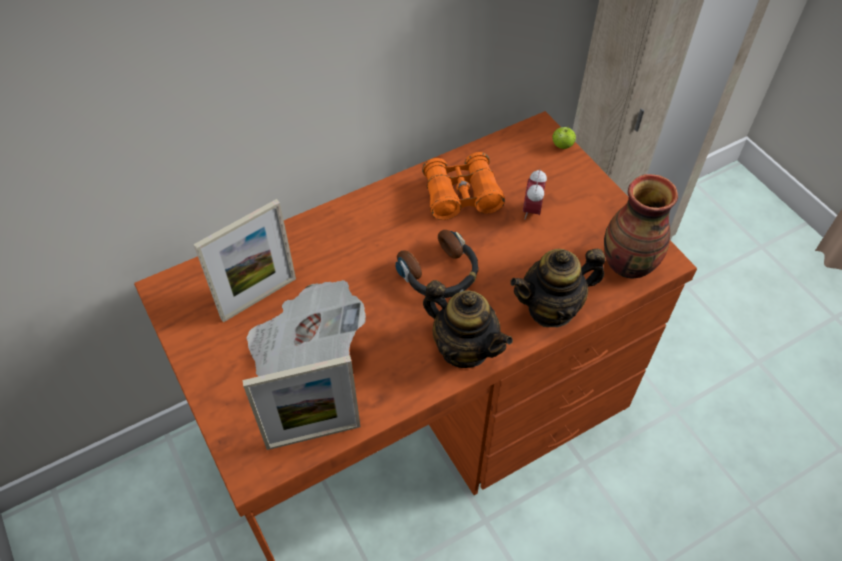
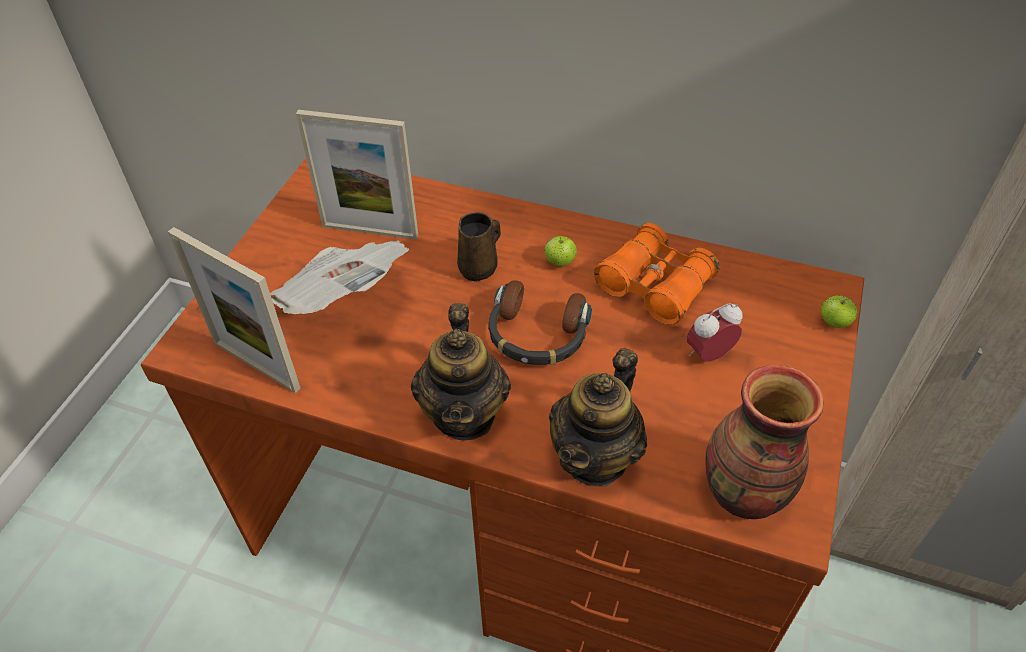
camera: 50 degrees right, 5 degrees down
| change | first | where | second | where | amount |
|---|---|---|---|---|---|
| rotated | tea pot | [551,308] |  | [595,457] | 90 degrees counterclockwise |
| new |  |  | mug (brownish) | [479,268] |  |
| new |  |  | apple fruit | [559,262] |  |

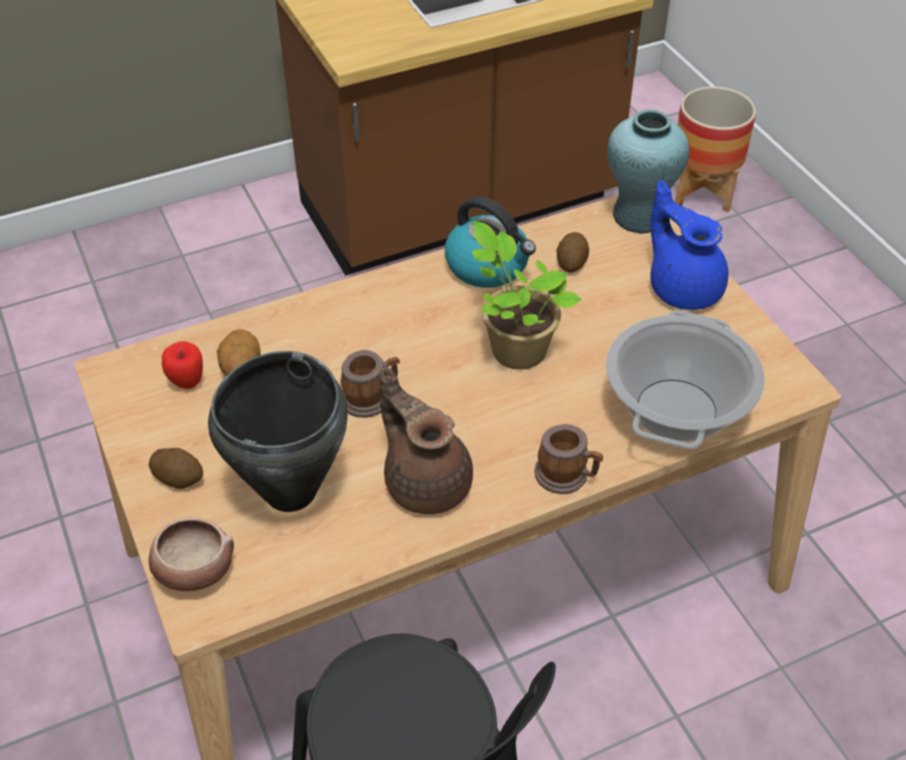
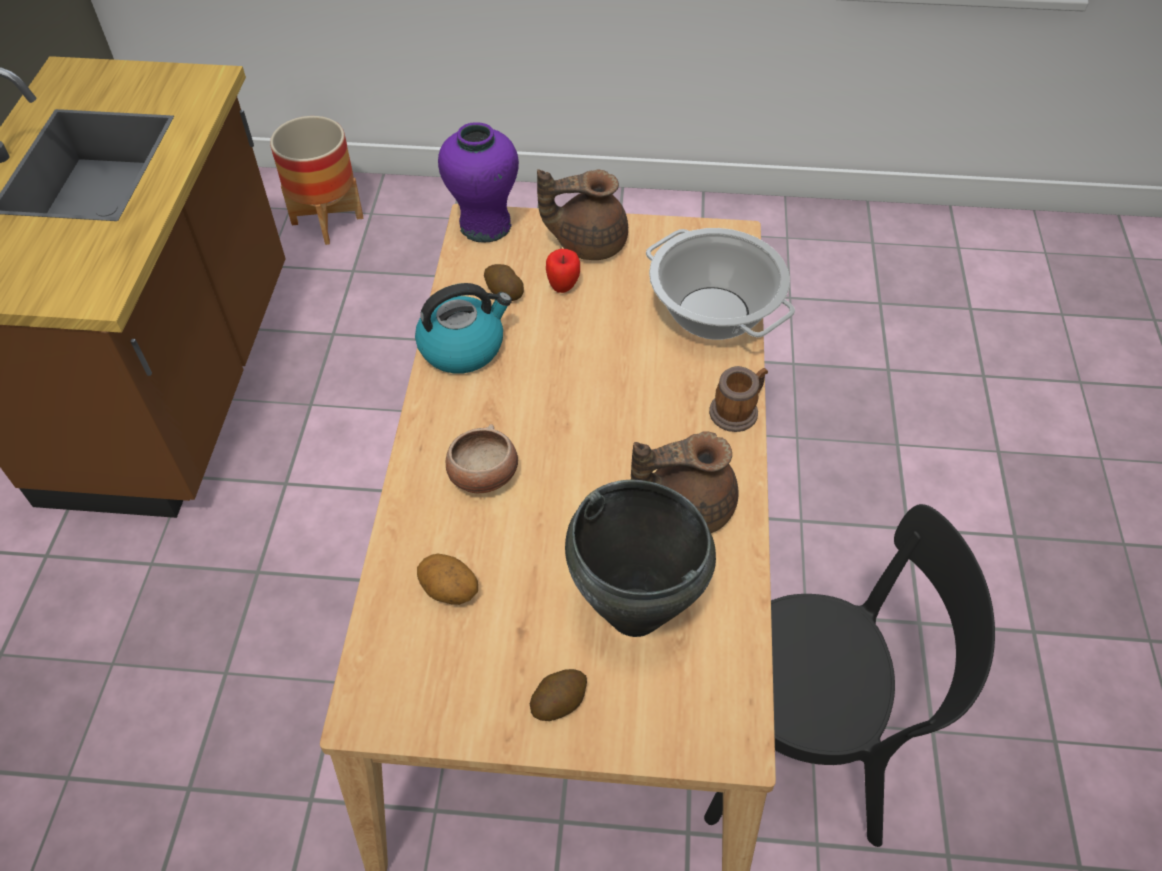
camera: 60 degrees left, 5 degrees up
| change | first | where | second | where | amount |
|---|---|---|---|---|---|
| shifted | bowl | [193,571] |  | [483,476] |  |
| shifted | apple fruit | [187,383] |  | [563,287] |  |
| gone | mug | [370,397] |  |  |  |
| gone | potted plant | [515,348] |  |  |  |
| repainted | decorative vase (turquoise-coloured) | [639,216] | decorative vase (purple-coloured) | [485,225] |  |
| repainted | tea pot (blue-coloured) | [683,287] | tea pot (brownish) | [587,242] |  |

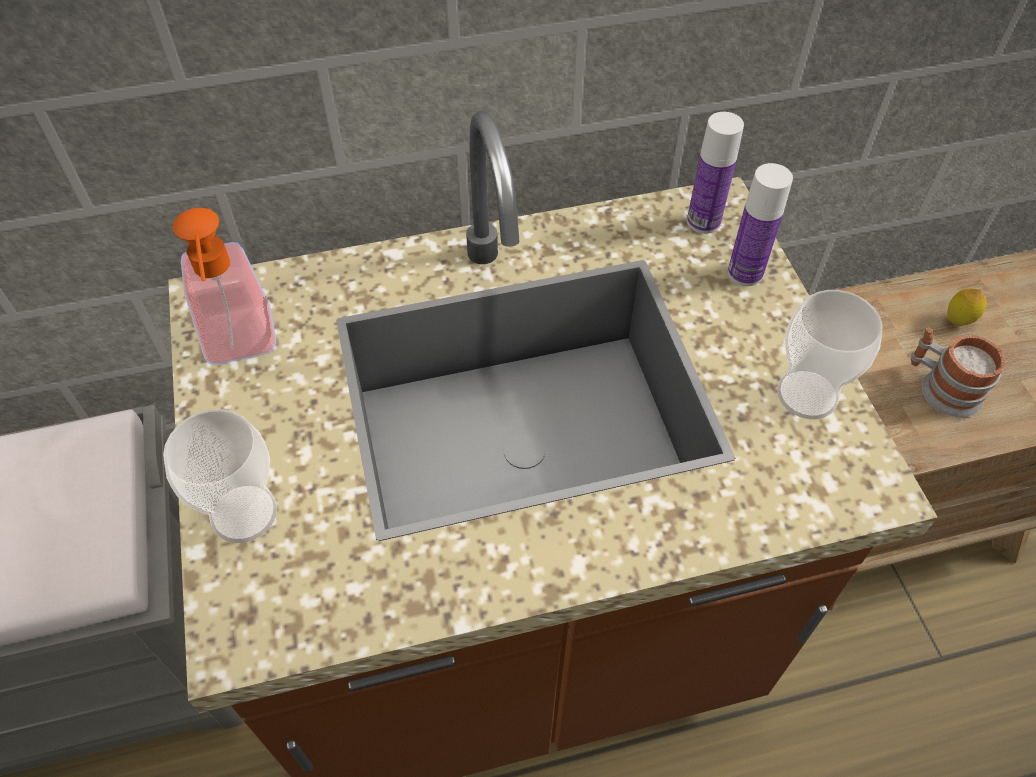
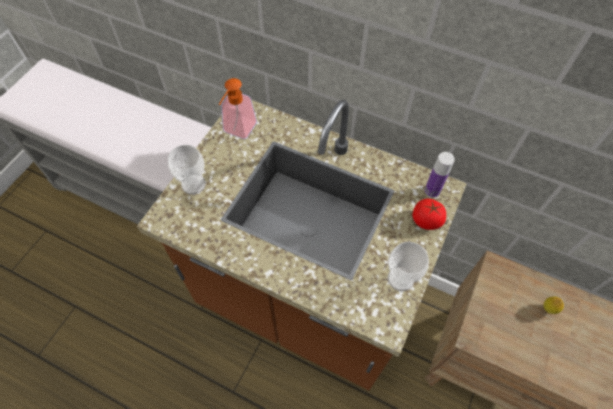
camera: 40 degrees right, 5 degrees up
| change | first | where | second | where | amount |
|---|---|---|---|---|---|
| swapped | bottle | [745,273] | fresh tomato | [426,220] |  |
| gone | mug | [941,387] |  |  |  |

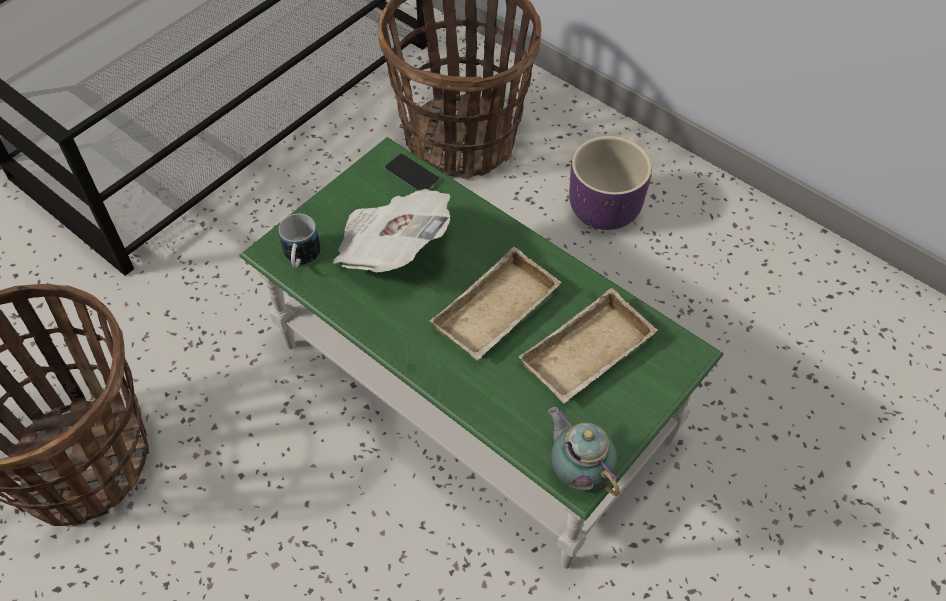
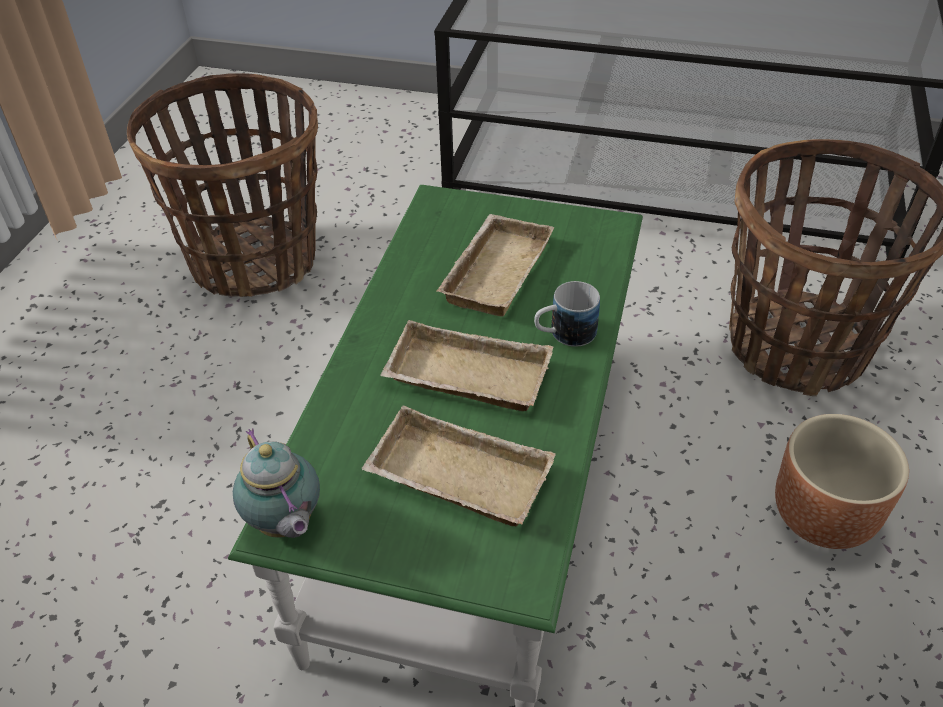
camera: 65 degrees right, 10 degrees down
| change | first | where | second | where | amount |
|---|---|---|---|---|---|
| shifted | mug | [301,258] |  | [564,334] |  |
| swapped | daily paper | [392,249] | carrying tray (beige-coloured) | [494,270] |  |
| gone | handset | [412,175] |  |  |  |
| rotated | tea pot | [578,471] |  | [285,525] | 120 degrees clockwise |
| repainted | plant pot (purple-coloured) | [604,209] | plant pot (brownish) | [823,517] |  |

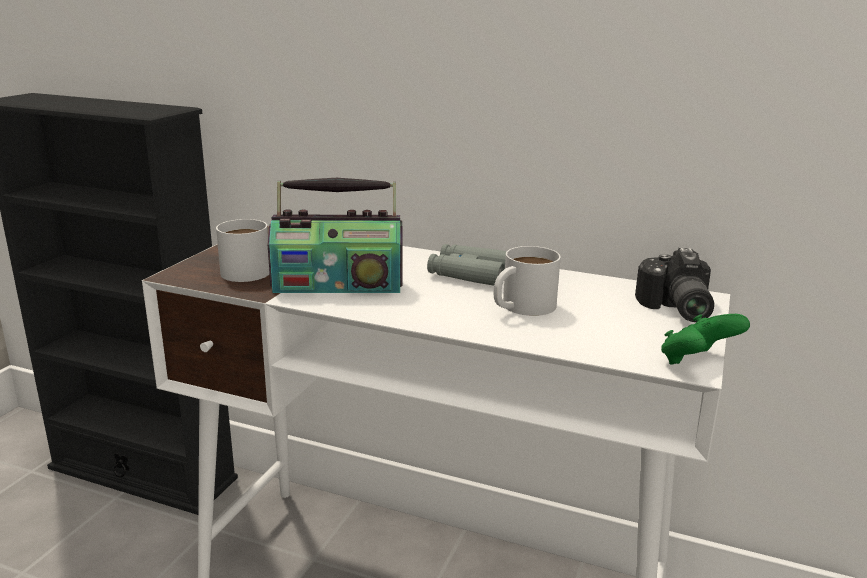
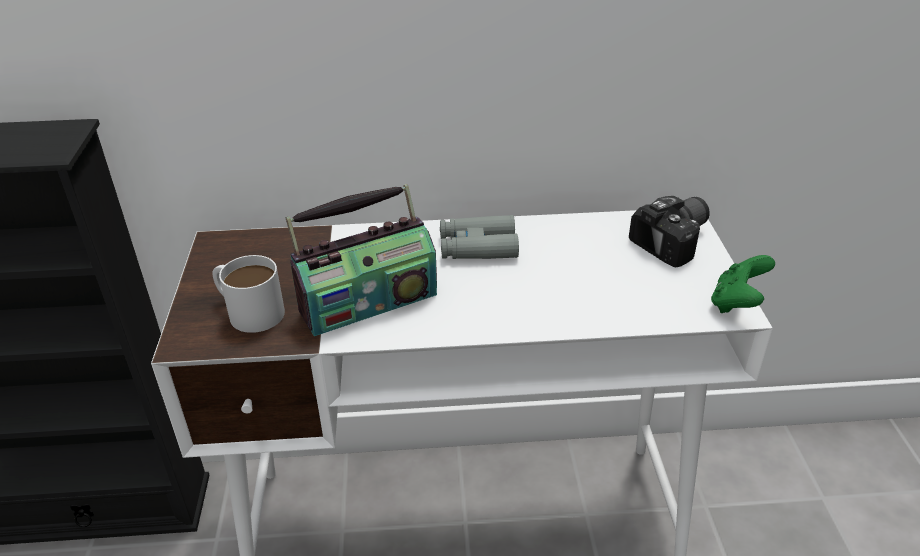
camera: 25 degrees left, 15 degrees up
| change | first | where | second | where | amount |
|---|---|---|---|---|---|
| gone | mug (white-coloured) | [521,307] |  |  |  |
| rotated | still camera | [674,309] |  | [676,241] | 105 degrees counterclockwise |

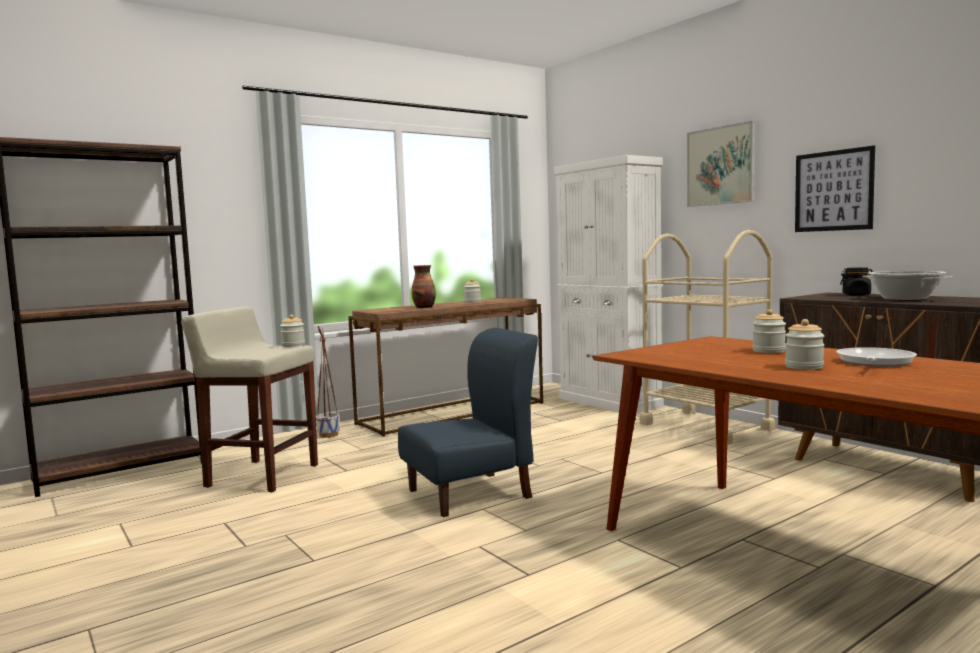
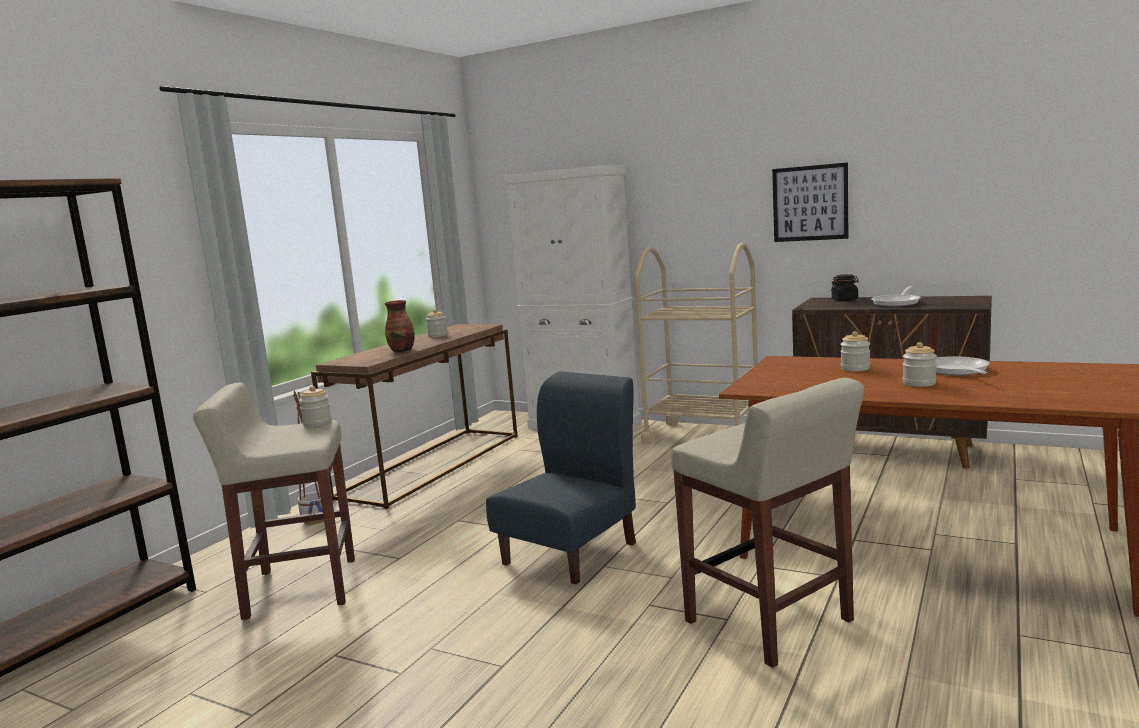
camera: 25 degrees left, 5 degrees up
| change | first | where | second | where | amount |
|---|---|---|---|---|---|
| gone | wall picture | [720,166] |  |  |  |
| swapped | saucepot | [905,299] | pan | [897,303] |  |
| new |  |  | stool seat (beige-coloured) | [770,622] |  |

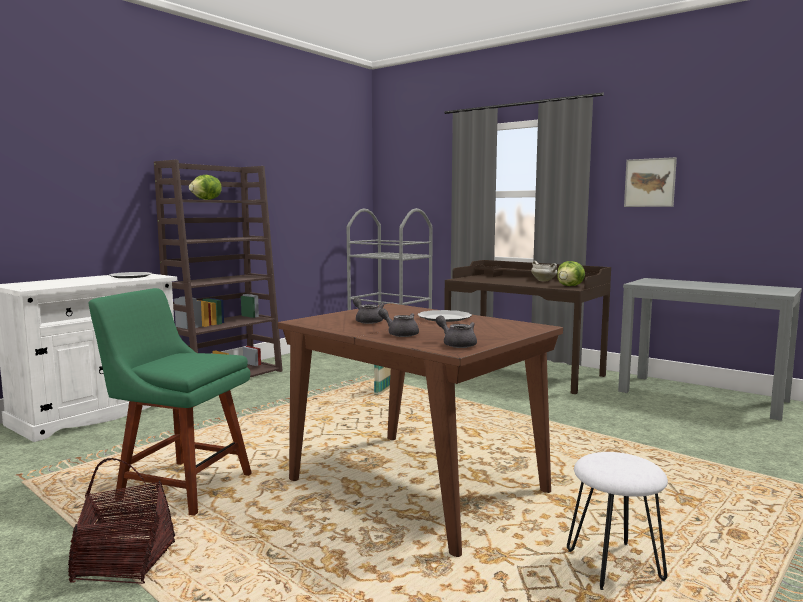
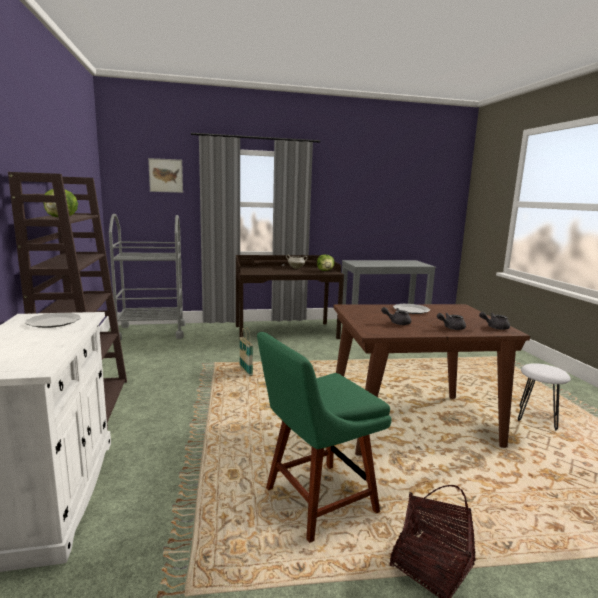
camera: 50 degrees left, 5 degrees up
| change | first | where | second | where | amount |
|---|---|---|---|---|---|
| shifted | wall picture | [649,182] |  | [166,175] |  |

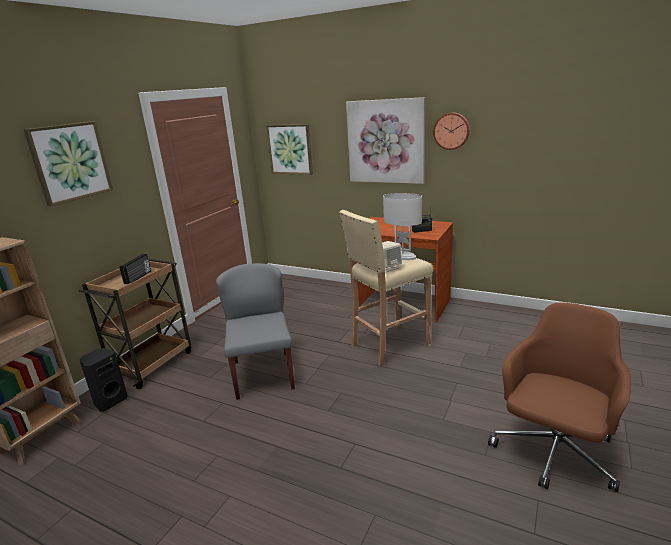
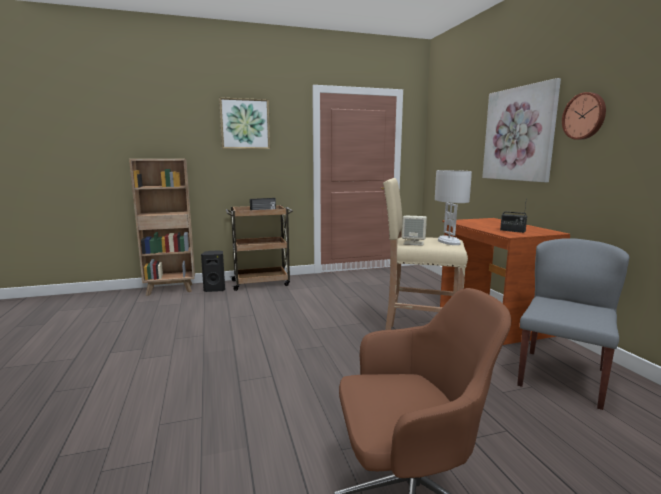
camera: 45 degrees right, 10 degrees down
| change | first | where | second | where | amount |
|---|---|---|---|---|---|
| shifted | upright chair (gray) | [263,374] |  | [562,377] |  |
| gone | wall picture | [290,149] |  |  |  |

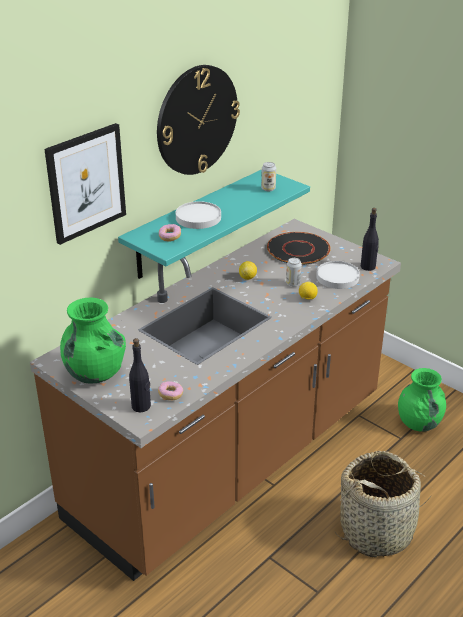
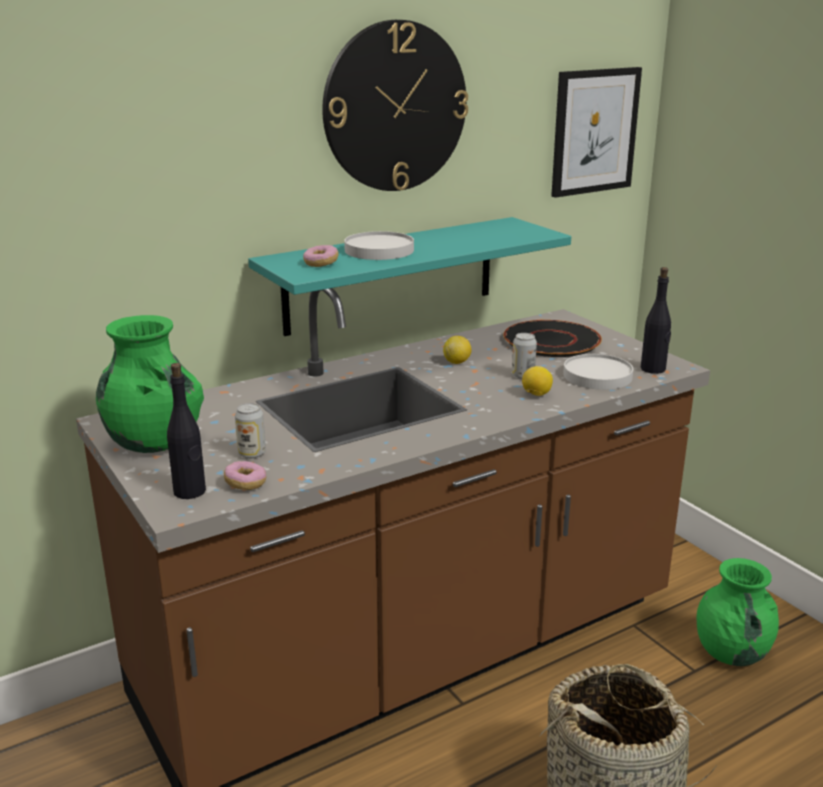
camera: 15 degrees right, 10 degrees down
| change | first | where | second | where | amount |
|---|---|---|---|---|---|
| shifted | wall picture | [86,183] |  | [594,131] |  |
| shifted | metal can | [268,189] |  | [252,454] |  |

